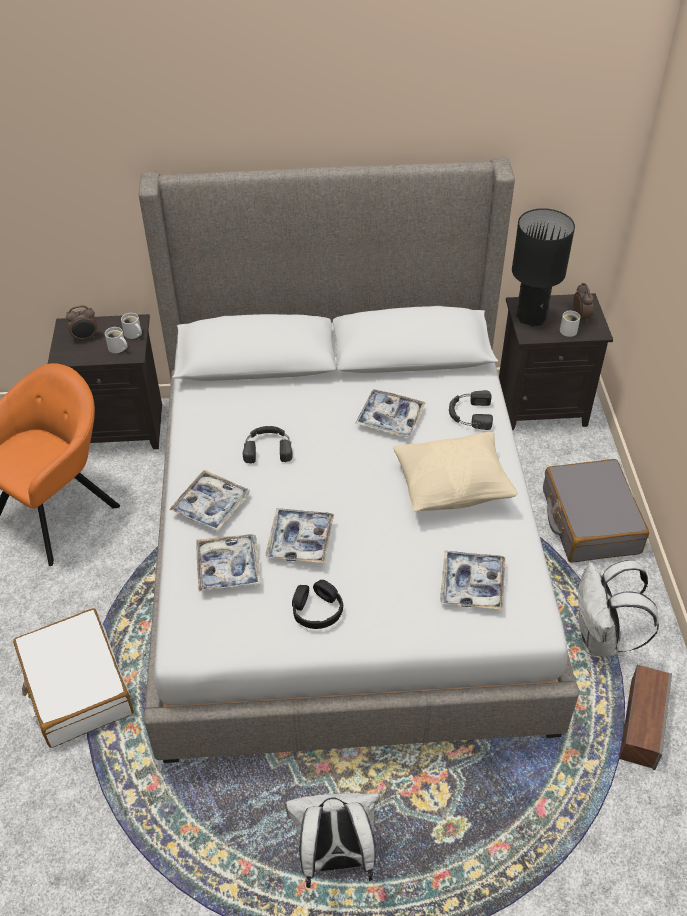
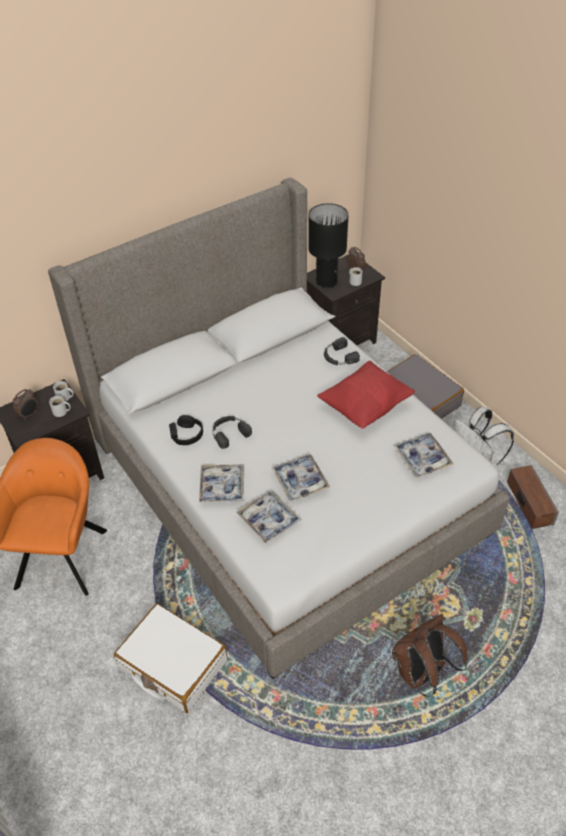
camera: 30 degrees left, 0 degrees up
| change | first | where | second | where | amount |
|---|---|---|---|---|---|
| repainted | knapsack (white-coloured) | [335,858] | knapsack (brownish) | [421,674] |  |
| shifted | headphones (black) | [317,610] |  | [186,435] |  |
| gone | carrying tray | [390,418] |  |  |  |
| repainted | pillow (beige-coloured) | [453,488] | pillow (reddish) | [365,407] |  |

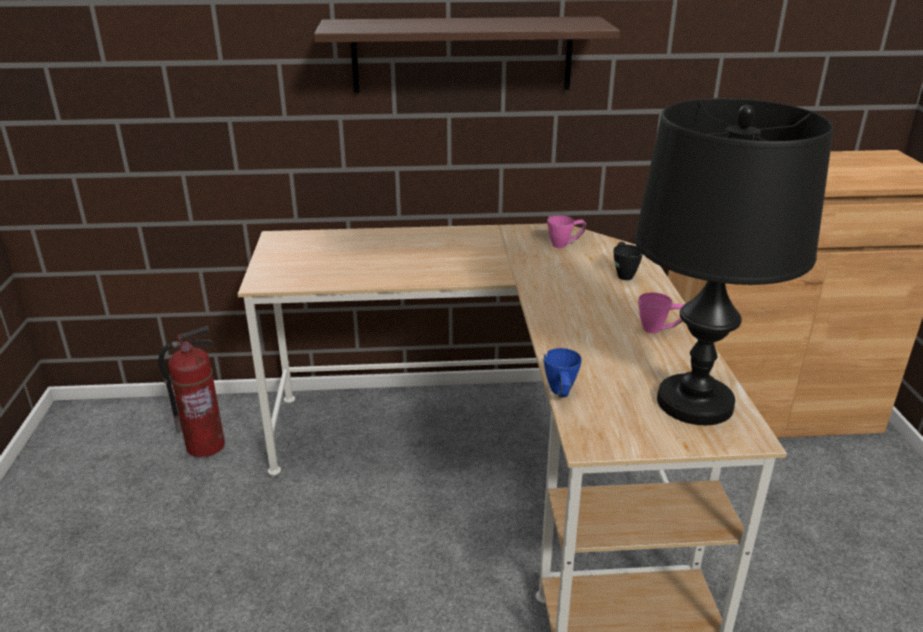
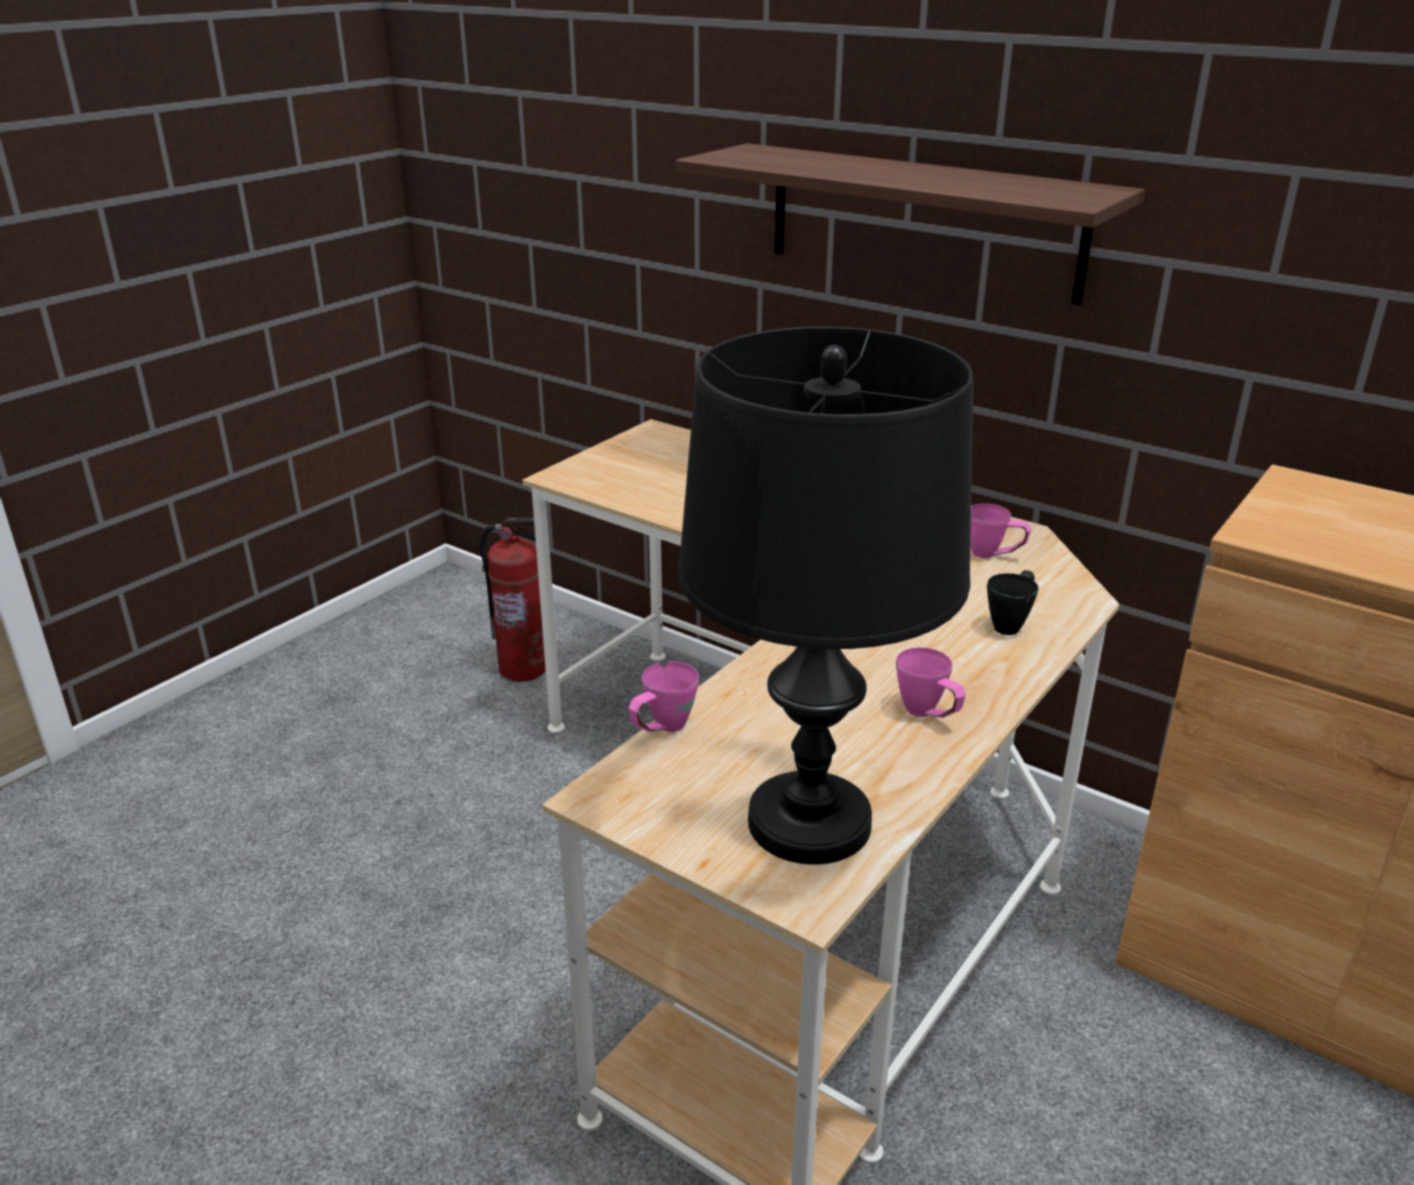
camera: 40 degrees right, 0 degrees up
| change | first | where | second | where | amount |
|---|---|---|---|---|---|
| repainted | mug (blue-coloured) | [561,395] | mug (pink-coloured) | [662,730] |  |

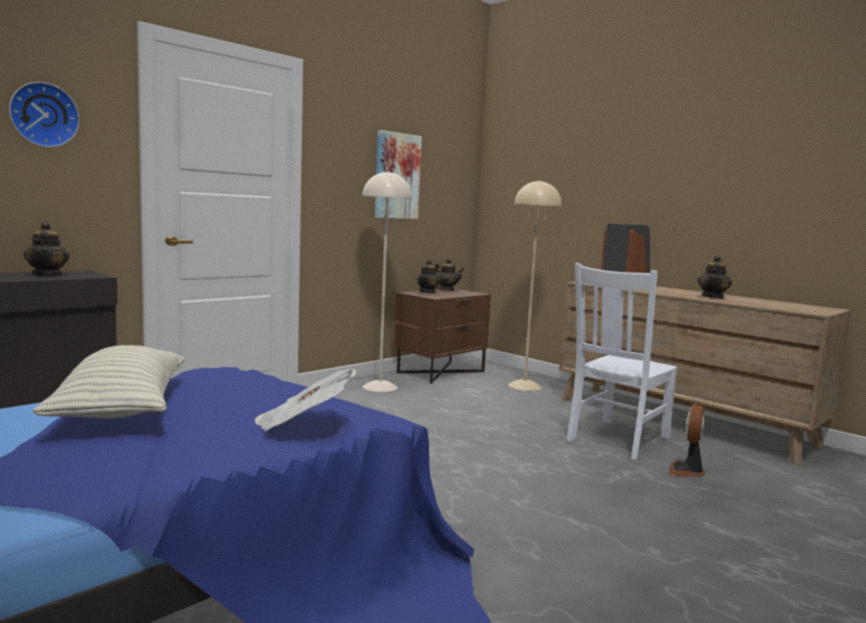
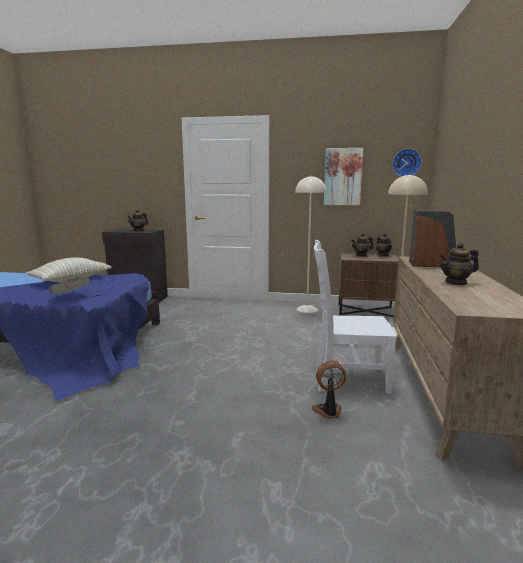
camera: 55 degrees right, 5 degrees up
| change | first | where | second | where | amount |
|---|---|---|---|---|---|
| shifted | wall clock | [43,115] |  | [406,163] |  |

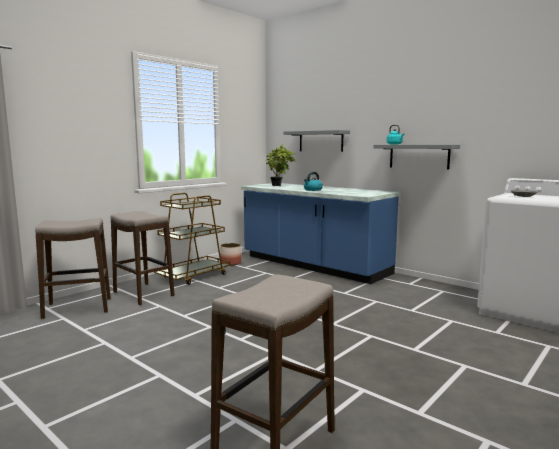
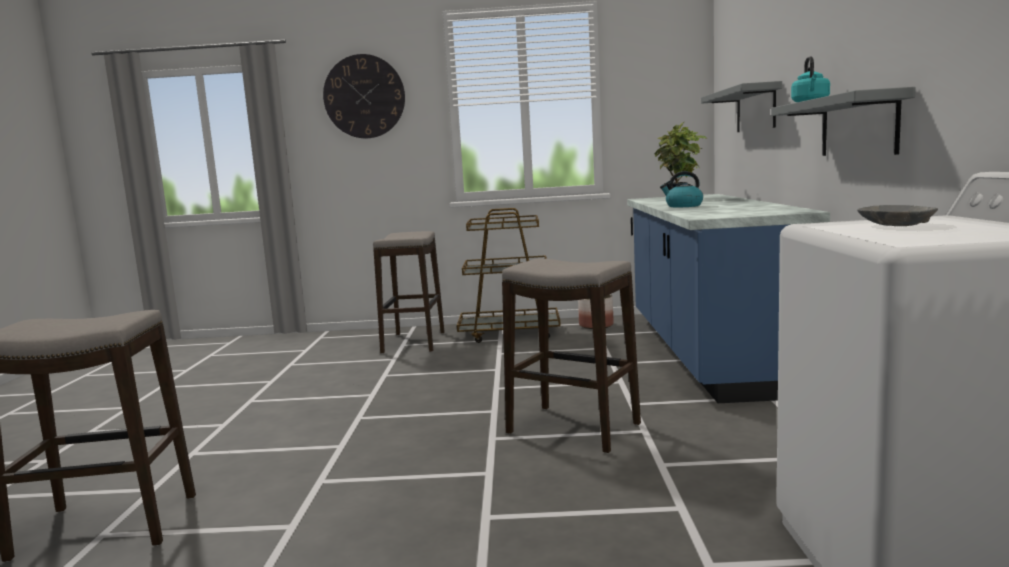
camera: 50 degrees right, 0 degrees up
| change | first | where | second | where | amount |
|---|---|---|---|---|---|
| shifted | stool seat | [77,308] |  | [573,428] |  |
| new |  |  | wall clock | [364,96] |  |

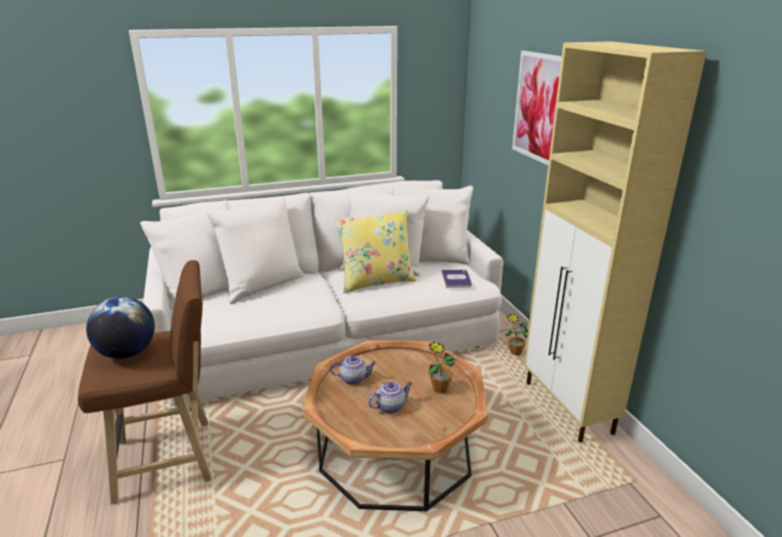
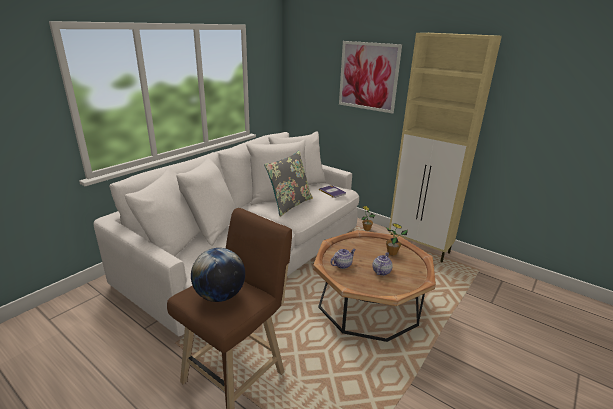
camera: 35 degrees left, 0 degrees up
| change | first | where | second | where | amount |
|---|---|---|---|---|---|
| repainted | pillow (yellow) | [376,281] | pillow (gray) | [289,204] |  |

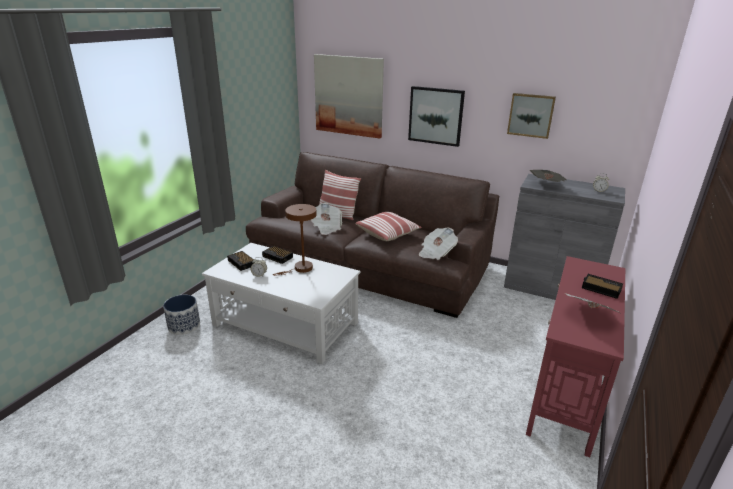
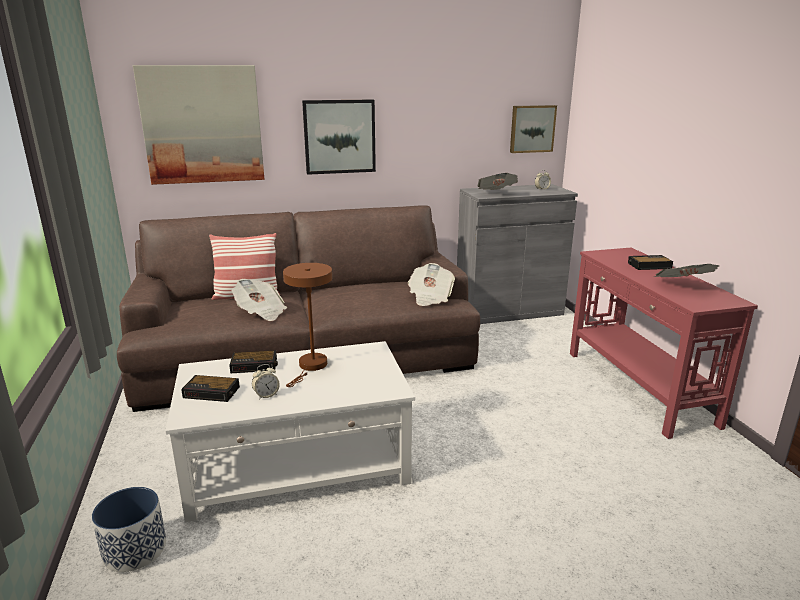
camera: 40 degrees left, 5 degrees down
| change | first | where | second | where | amount |
|---|---|---|---|---|---|
| gone | pillow | [388,233] |  |  |  |
| shifted | wall picture | [531,115] |  | [532,129] |  |

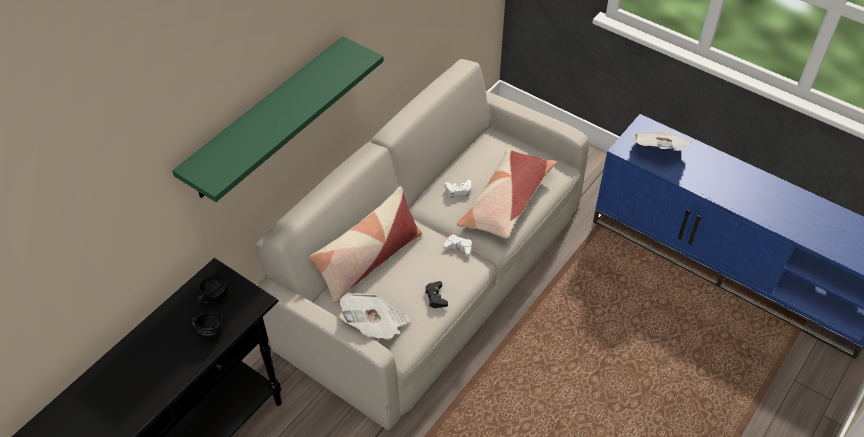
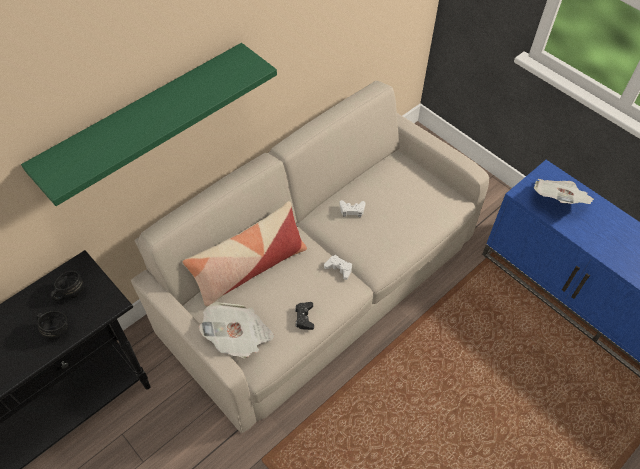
camera: 10 degrees right, 5 degrees up
| change | first | where | second | where | amount |
|---|---|---|---|---|---|
| gone | pillow | [506,202] |  |  |  |

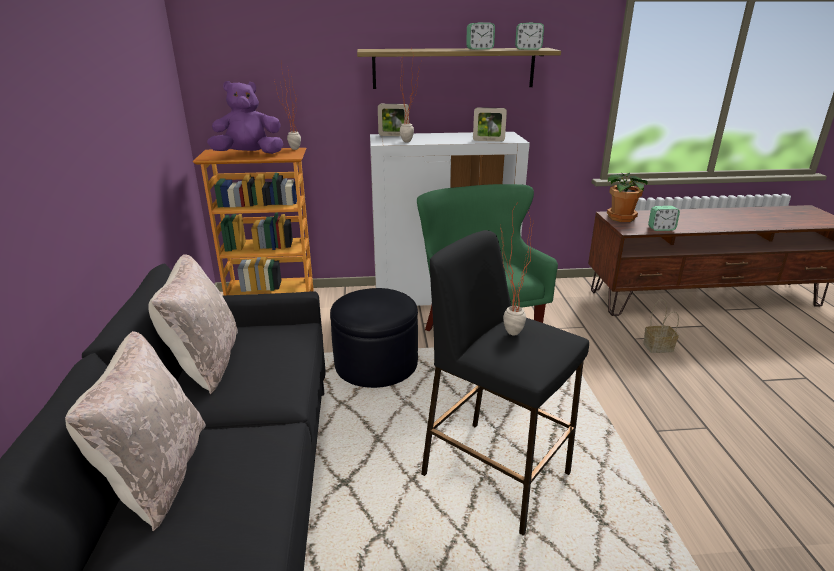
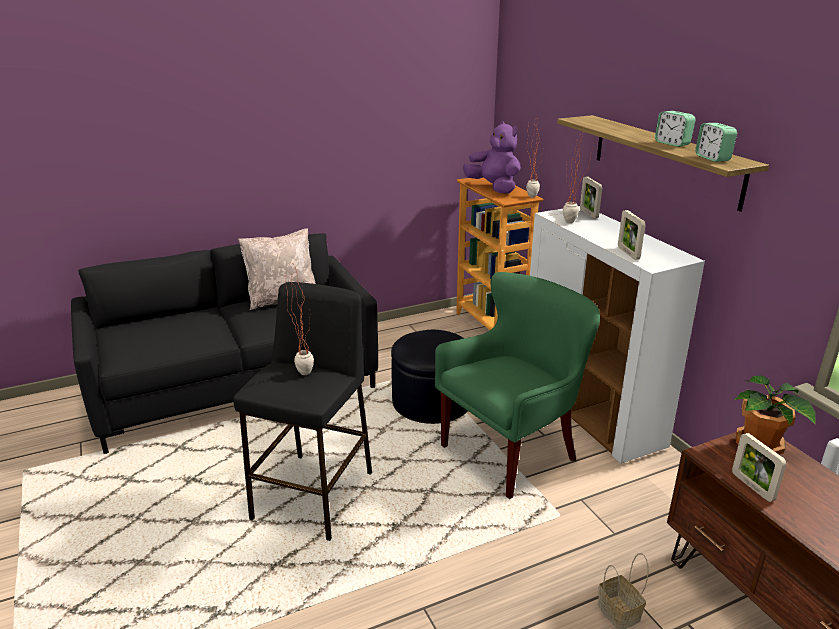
camera: 70 degrees right, 0 degrees up
| change | first | where | second | where | amount |
|---|---|---|---|---|---|
| gone | pillow (beige-coloured) | [156,474] |  |  |  |
| swapped | alarm clock | [661,229] | standing frame | [752,487] |  |

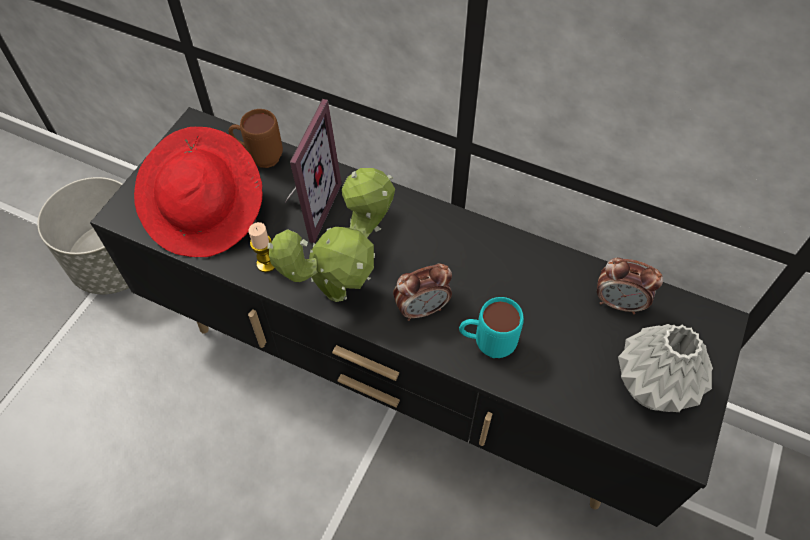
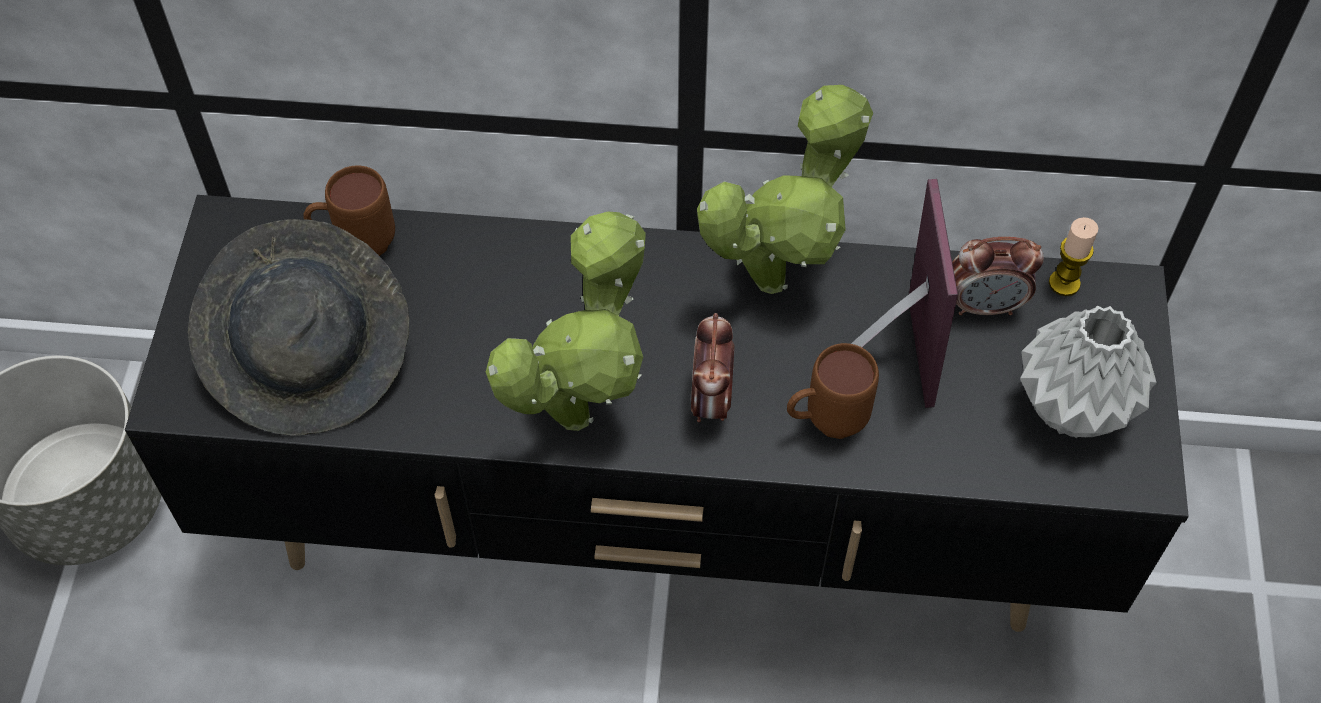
camera: 20 degrees left, 0 degrees up
| change | first | where | second | where | amount |
|---|---|---|---|---|---|
| repainted | clothing hat (reddish) | [206,212] | clothing hat (gray) | [311,356] |  |
| shifted | candle | [266,263] |  | [1064,283] |  |
| shifted | standing frame | [307,207] |  | [887,353] |  |
| rotated | alarm clock | [422,309] |  | [711,400] | 135 degrees clockwise |
| repainted | mug (turquoise-coloured) | [486,345] | mug (brownish) | [824,423] |  |
| new |  |  | potted plant | [778,275] |  |

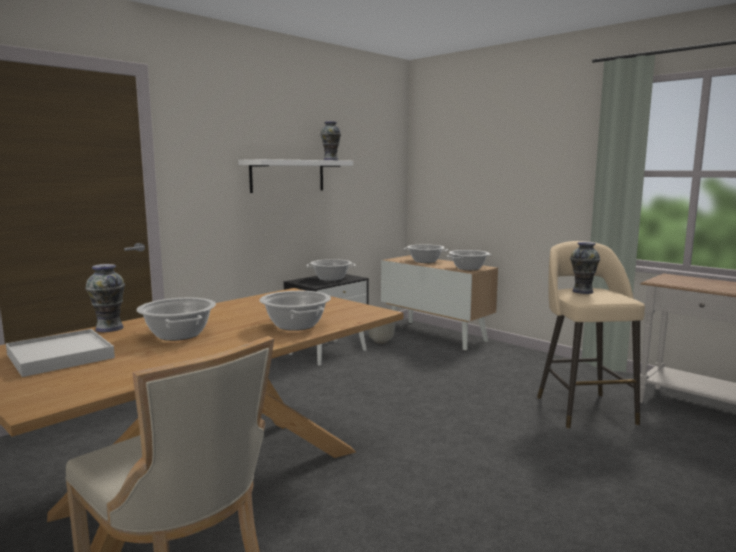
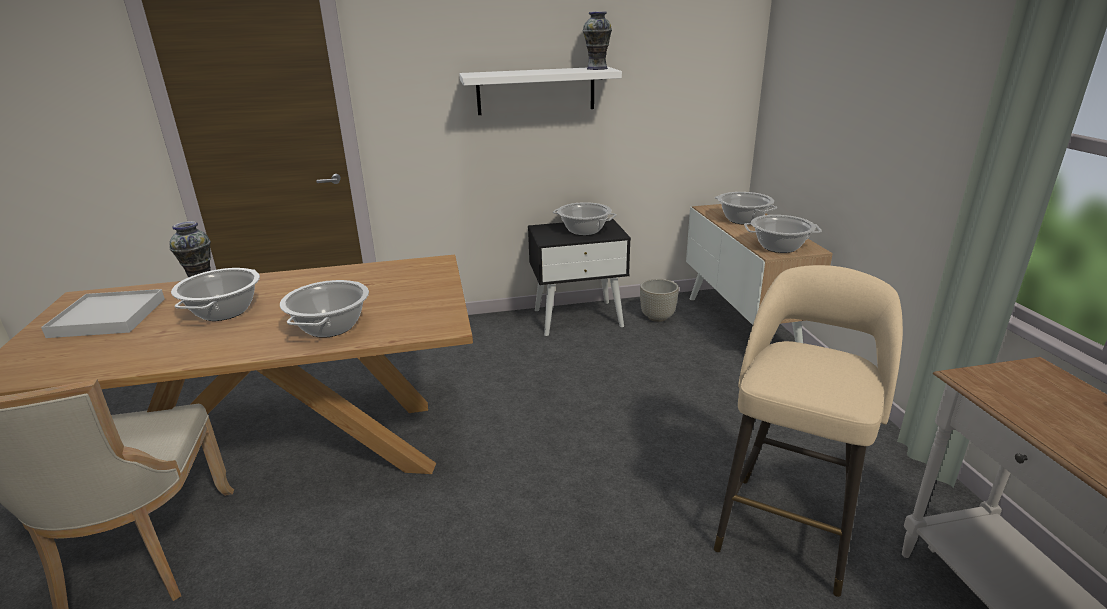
camera: 35 degrees right, 15 degrees up
| change | first | where | second | where | amount |
|---|---|---|---|---|---|
| gone | decorative vase | [583,291] |  |  |  |

